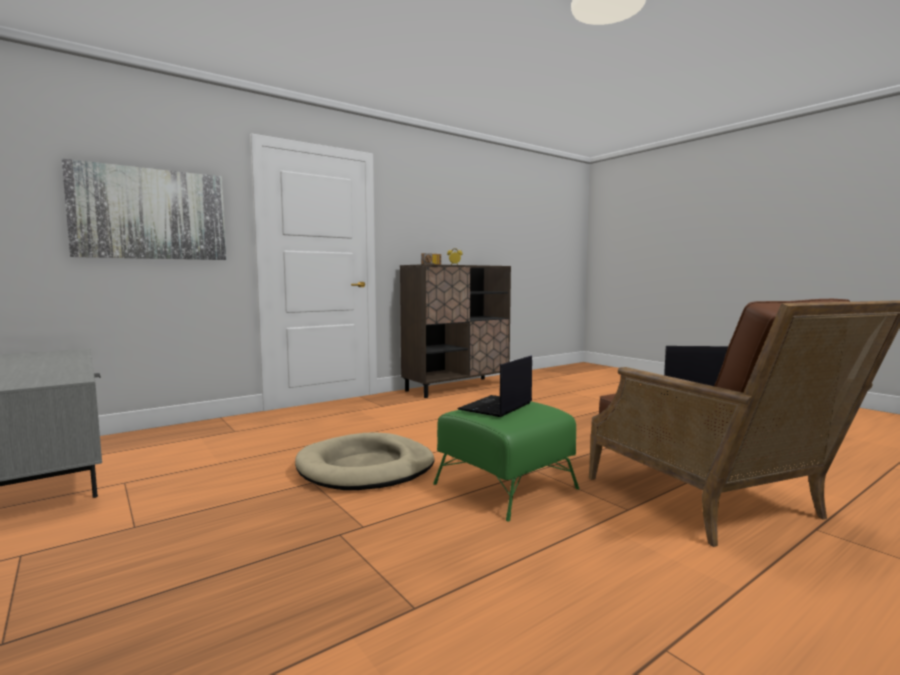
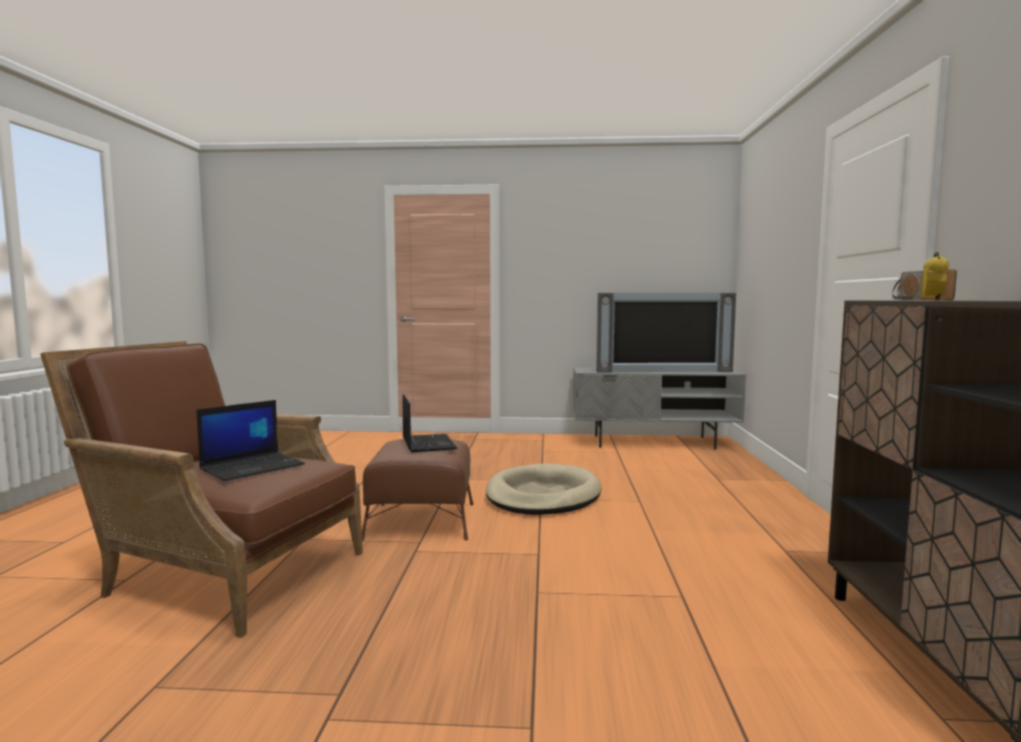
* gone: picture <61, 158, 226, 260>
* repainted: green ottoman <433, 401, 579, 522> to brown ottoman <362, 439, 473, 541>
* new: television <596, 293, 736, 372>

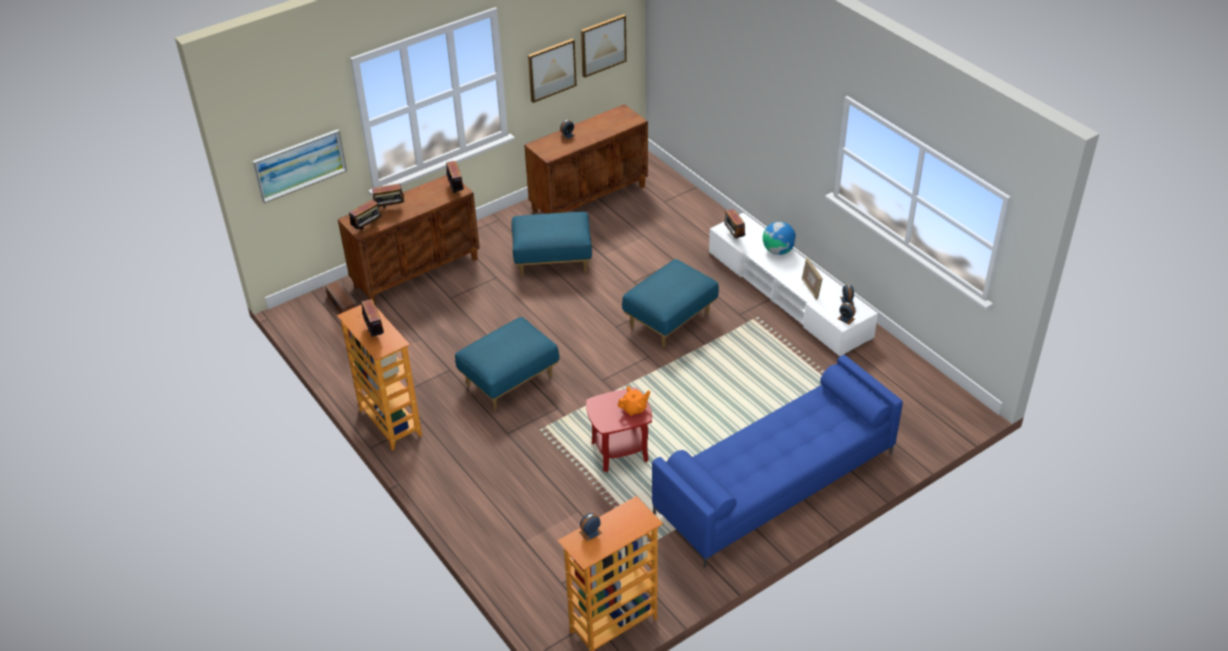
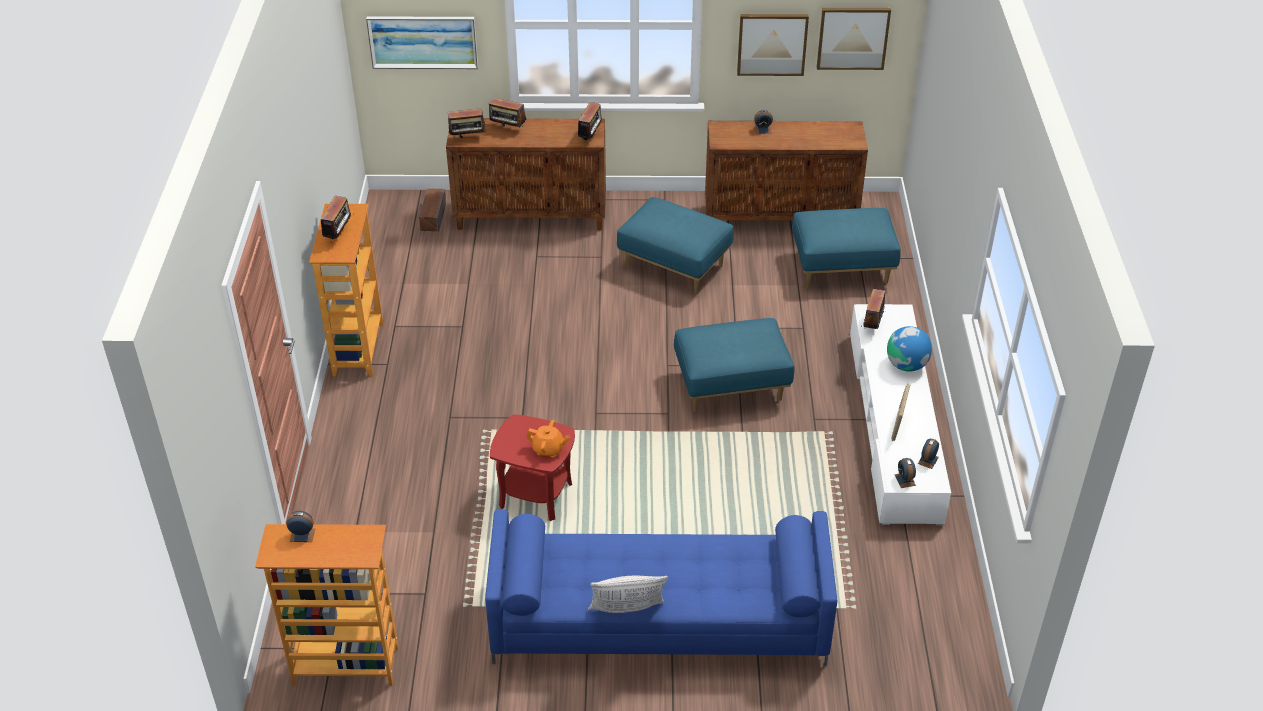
* shifted: blue ottoman <455, 317, 560, 410> to <792, 208, 901, 288>
* new: pillow <588, 576, 668, 613>

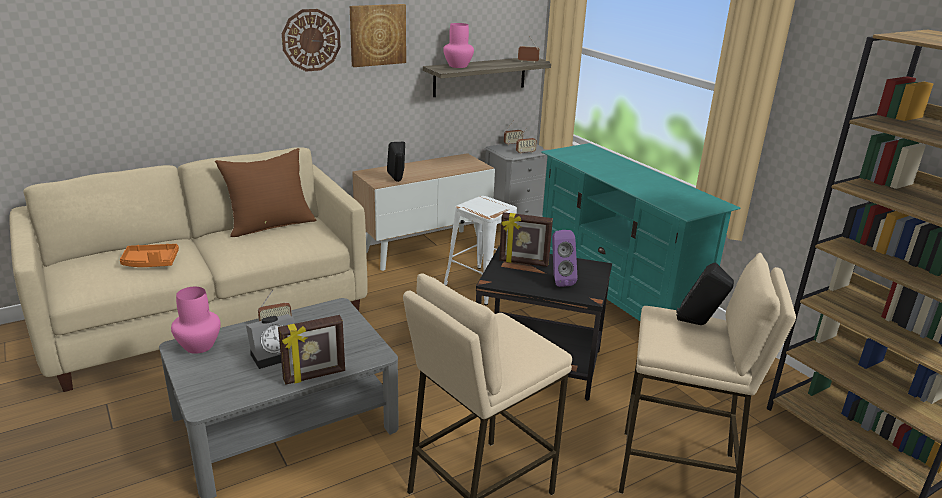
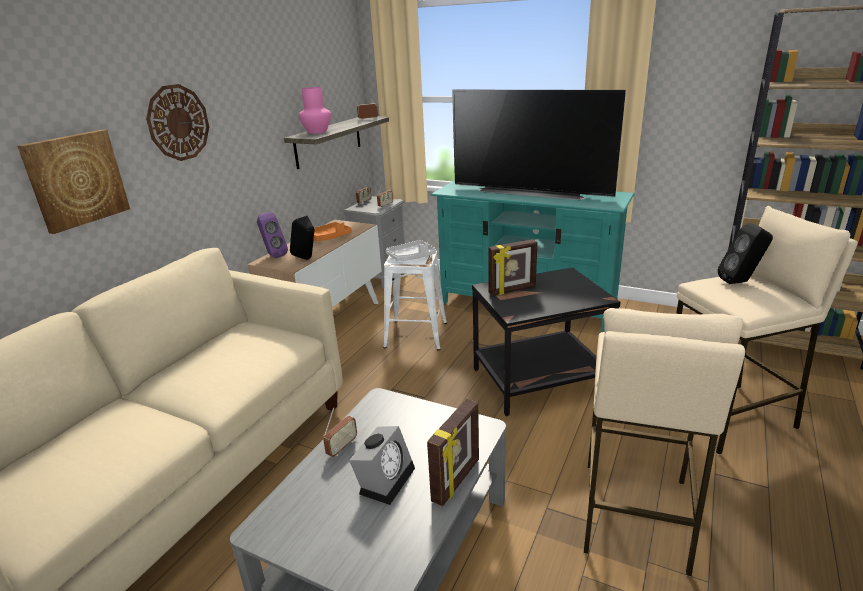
* shifted: orange tray <120, 244, 179, 267> to <314, 222, 352, 241>
* gone: pink vase <171, 287, 221, 354>
* gone: brown pillow <215, 148, 316, 237>
* shifted: picture <350, 4, 406, 67> to <17, 129, 130, 234>
* shifted: purple speaker <552, 230, 578, 287> to <257, 212, 288, 258>
* new: grey tray <386, 240, 436, 261>
* new: television <452, 90, 626, 200>

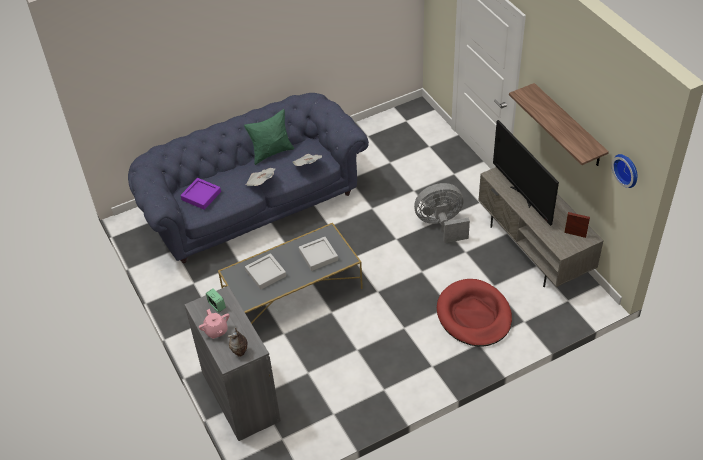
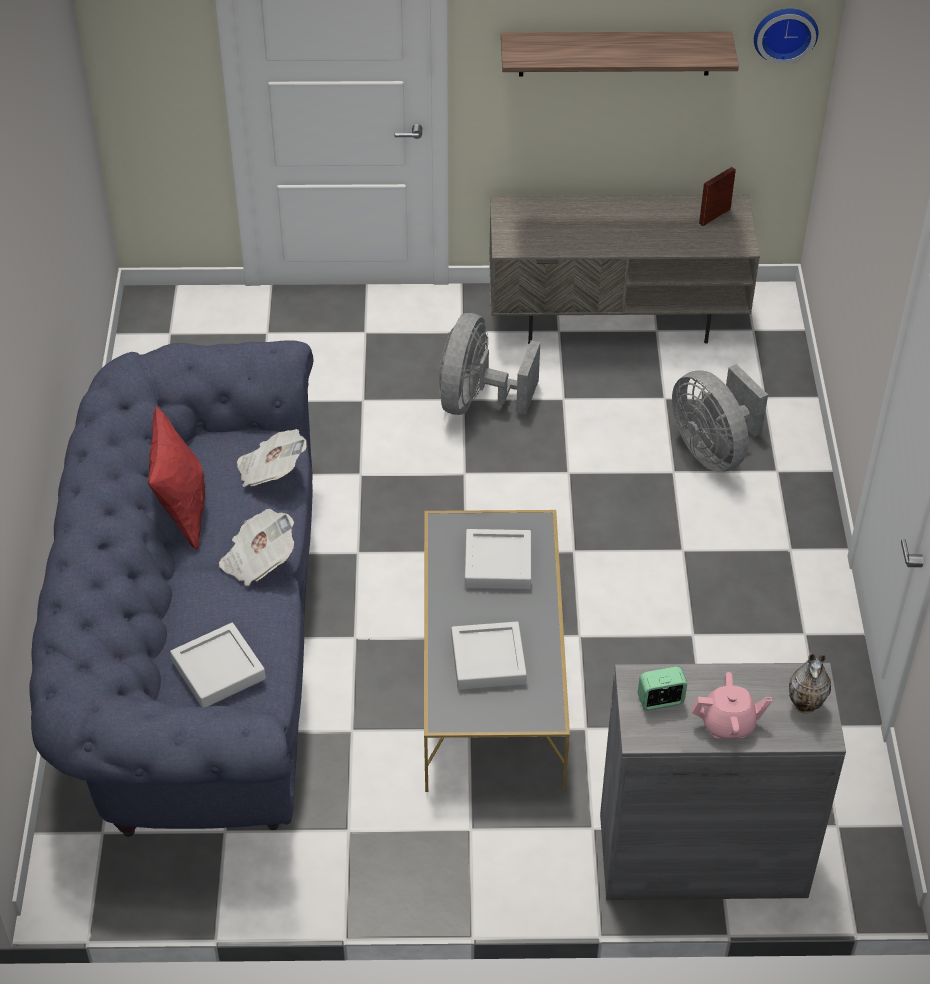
* repainted: purple tray <180, 178, 221, 210> to grey tray <170, 623, 266, 707>
* repainted: green pillow <244, 109, 294, 165> to red pillow <148, 406, 205, 550>
* swapped: red dog bed <437, 279, 512, 347> to grey fan <672, 364, 768, 472>
* gone: television <493, 120, 559, 226>

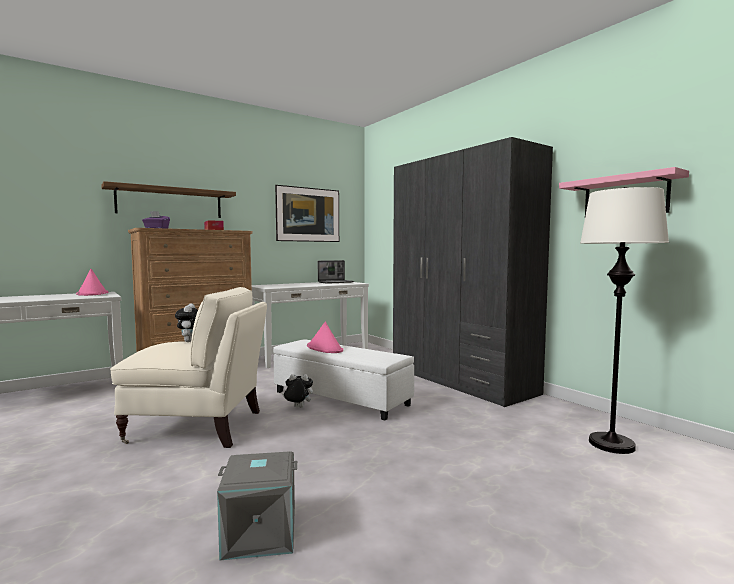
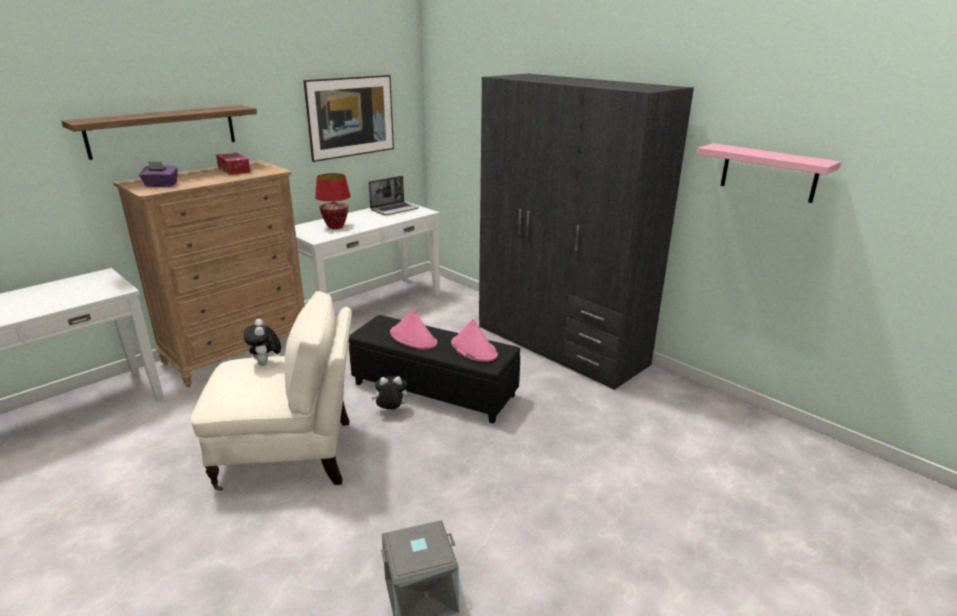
* shifted: pink hat <76, 269, 108, 296> to <451, 319, 498, 362>
* repainted: white ottoman <273, 339, 414, 420> to black ottoman <349, 315, 520, 424>
* gone: white floor lamp <580, 187, 669, 454>
* new: red table lamp <315, 173, 351, 229>

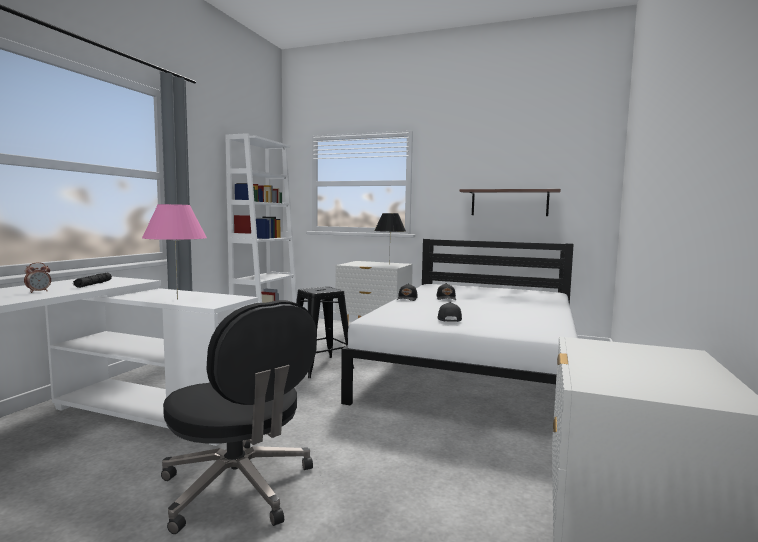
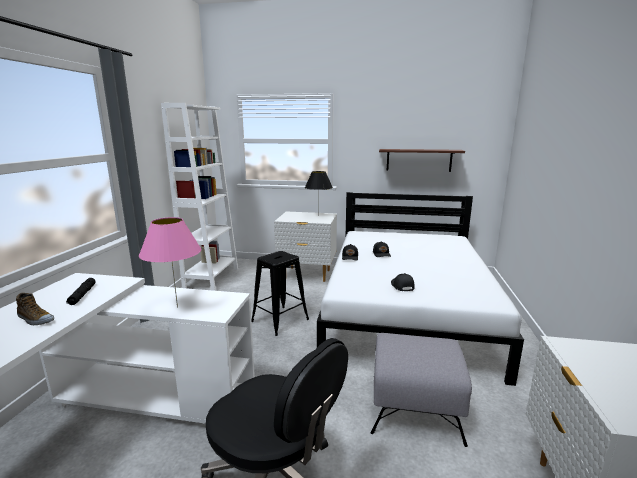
* swapped: alarm clock <24, 262, 51, 293> to shoe <16, 293, 54, 325>
* new: grey ottoman <371, 333, 472, 447>

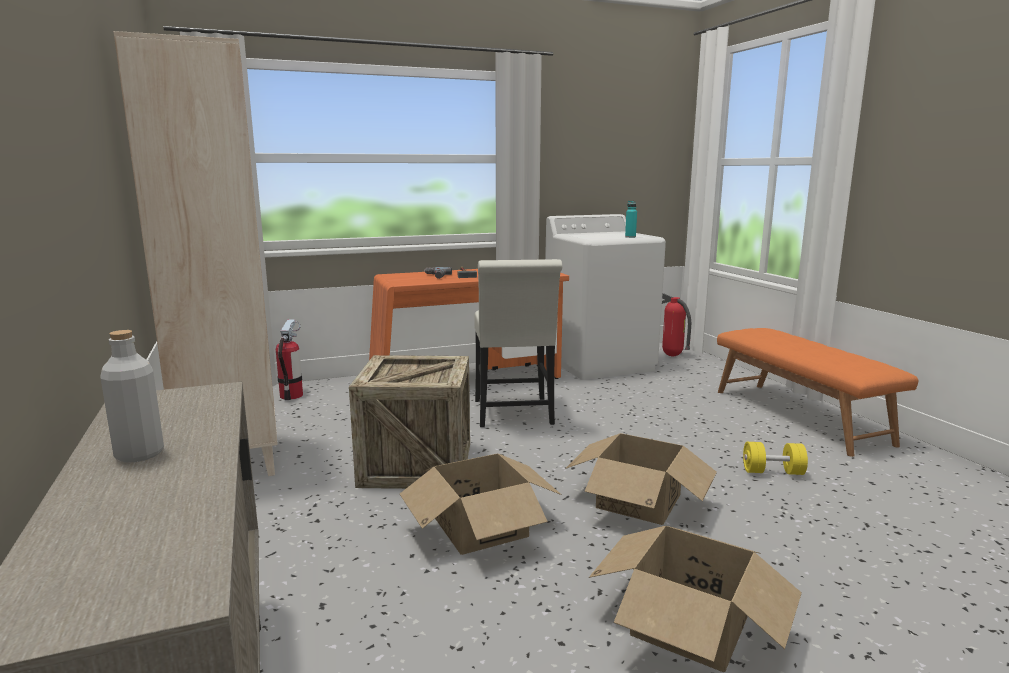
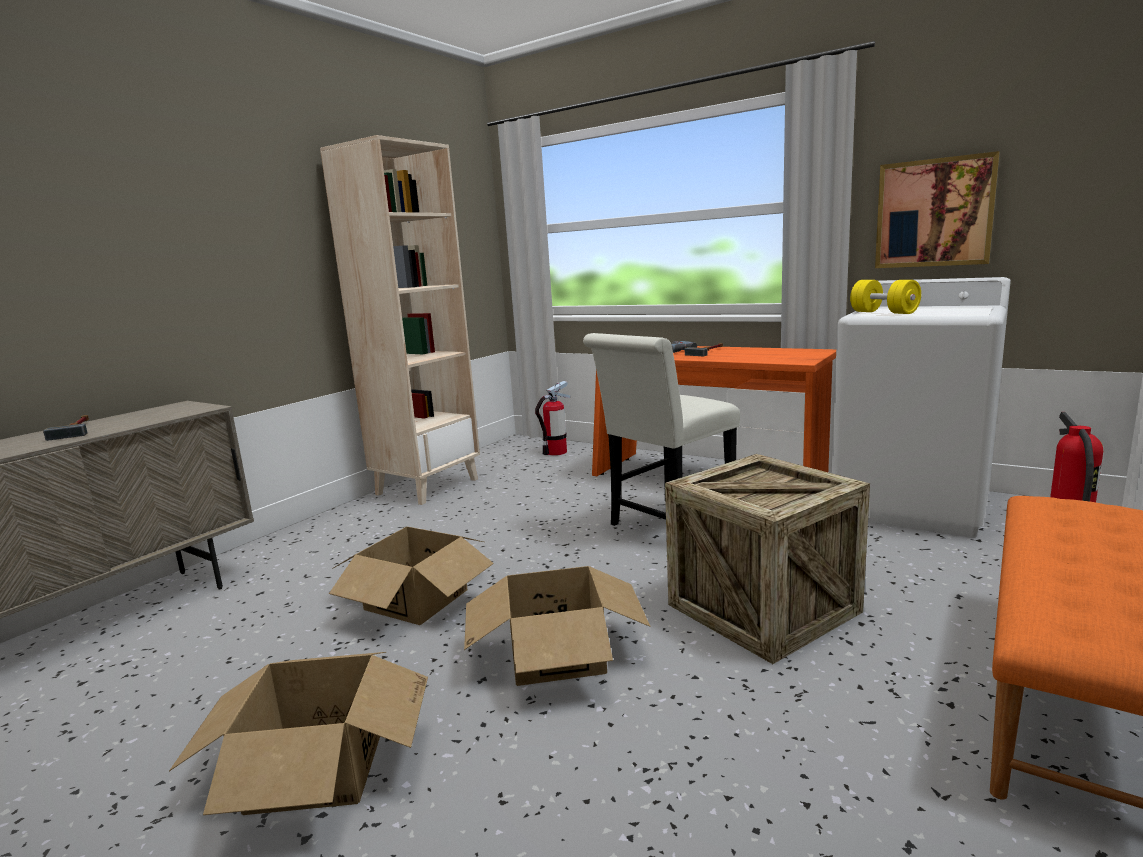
* swapped: grey bottle <101, 330, 164, 462> to hammer <43, 415, 89, 441>
* shifted: crate <349, 355, 470, 489> to <665, 454, 870, 664>
* gone: turquoise bottle <625, 201, 637, 238>
* shifted: yellow dumbbell <743, 442, 808, 475> to <850, 280, 921, 314>
* new: picture <875, 151, 1000, 268>

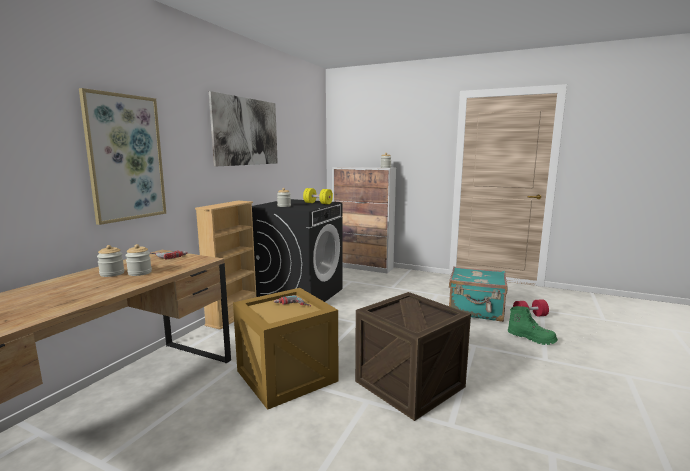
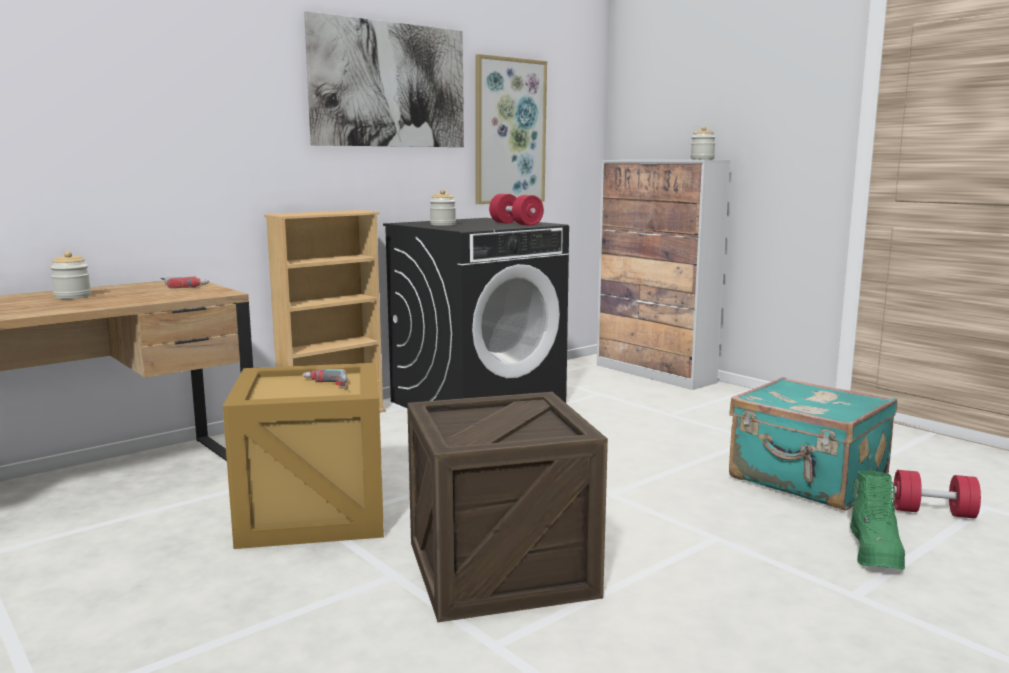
* shifted: picture <79, 88, 166, 225> to <476, 54, 547, 204>
* gone: jar <125, 244, 152, 276>
* repainted: yellow dumbbell <303, 188, 333, 204> to red dumbbell <489, 194, 544, 226>
* rotated: green boot <508, 306, 558, 345> = <850, 471, 905, 570> 45 degrees clockwise

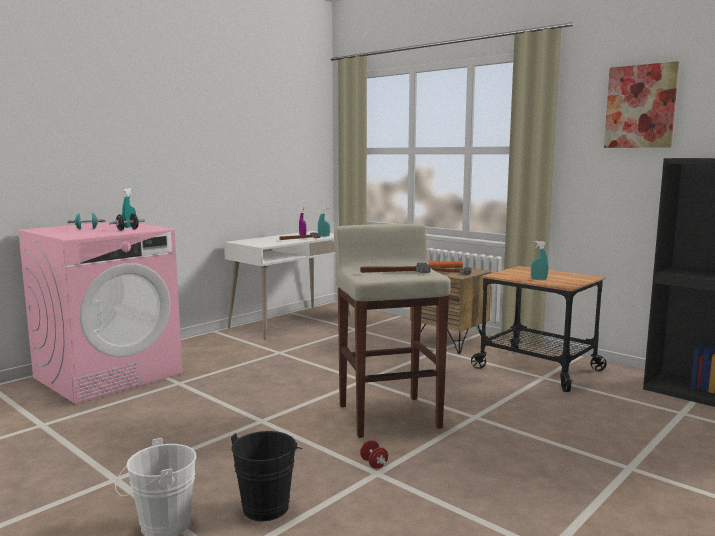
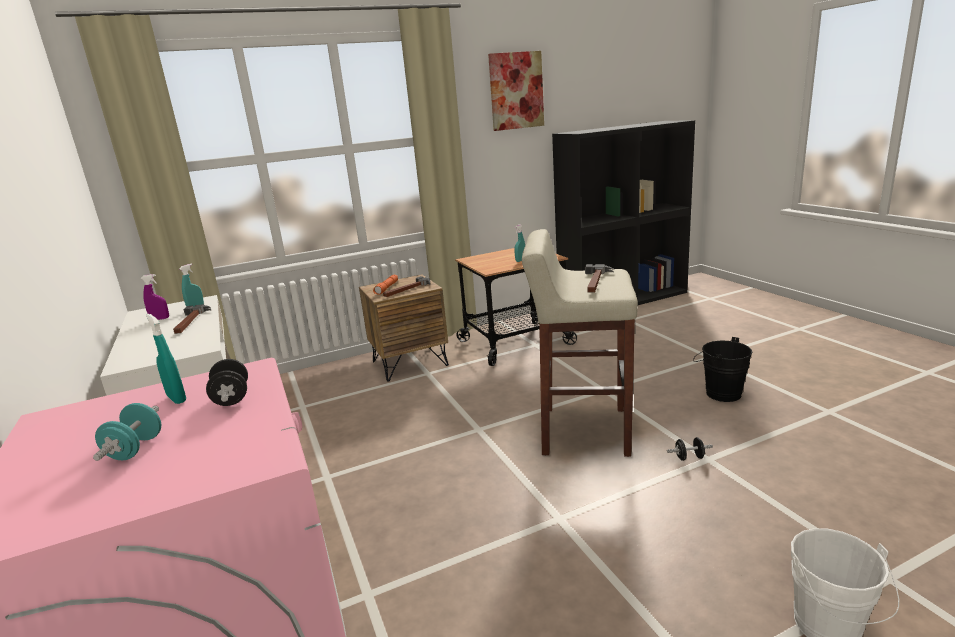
* shifted: black bucket <231, 431, 303, 521> to <693, 337, 752, 402>
* repainted: red dumbbell <360, 440, 388, 469> to black dumbbell <667, 437, 713, 461>

